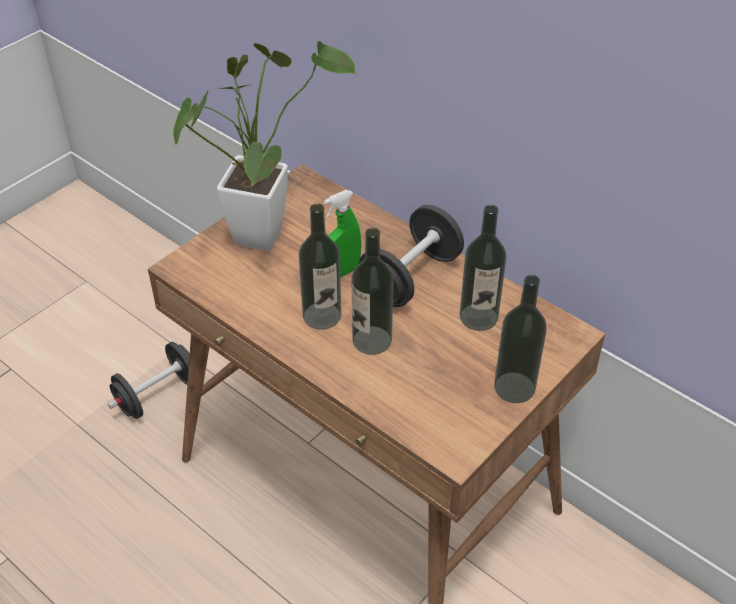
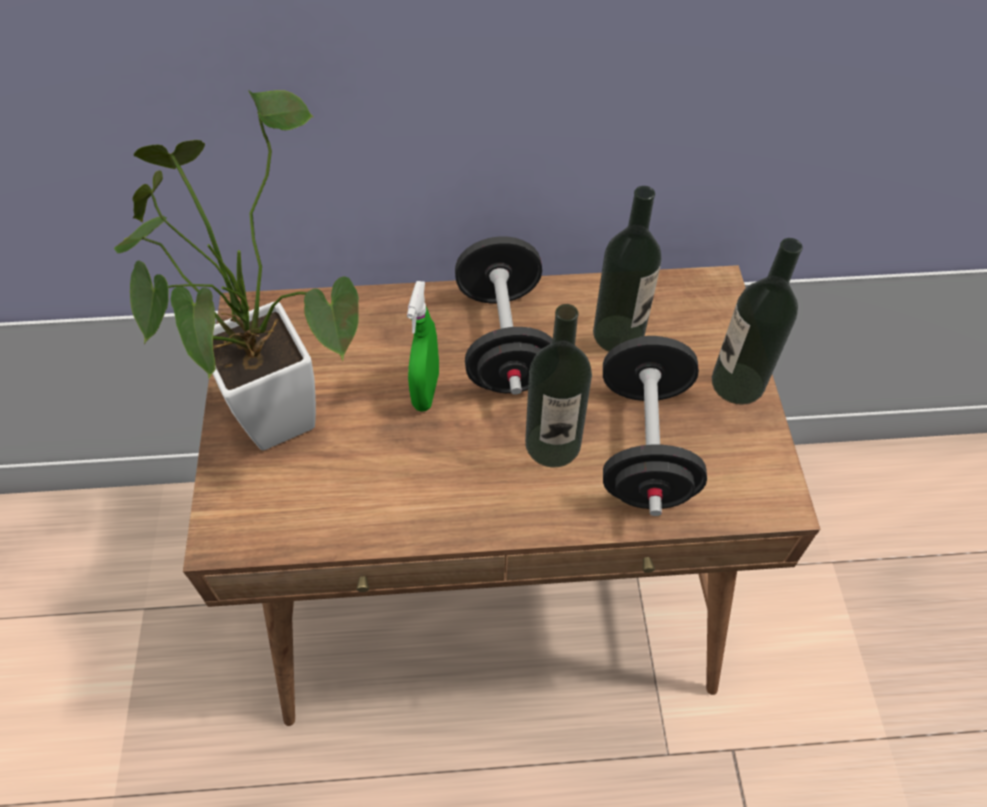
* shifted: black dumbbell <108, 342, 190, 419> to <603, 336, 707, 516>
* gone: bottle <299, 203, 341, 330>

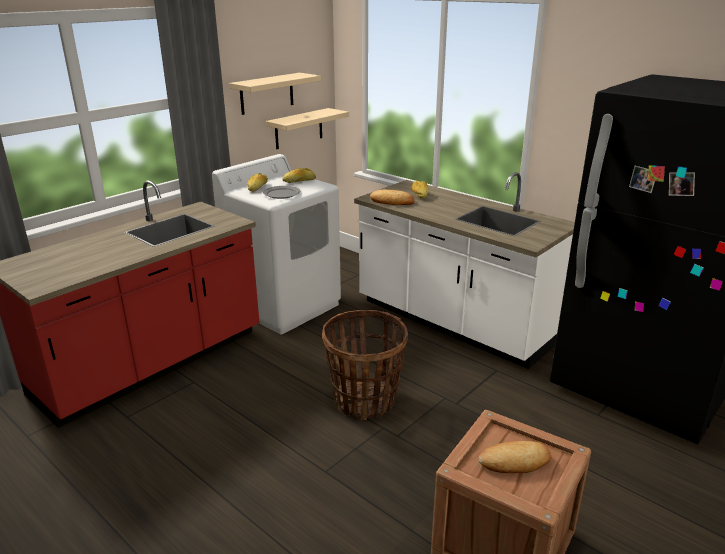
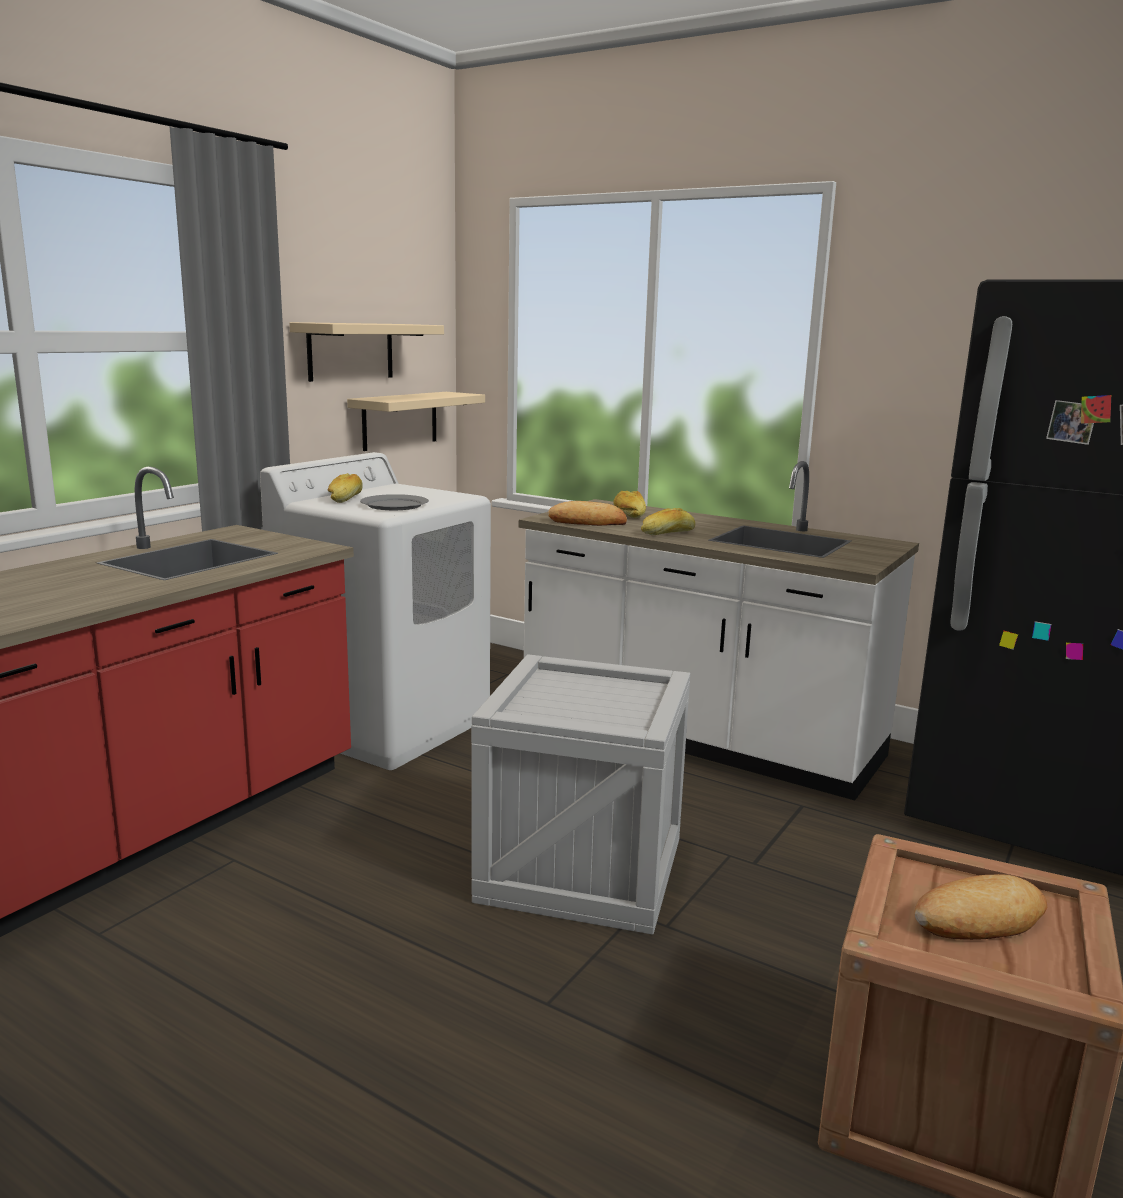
* shifted: bread <282, 168, 316, 183> to <641, 508, 695, 535>
* swapped: basket <322, 310, 408, 420> to crate <471, 654, 690, 935>

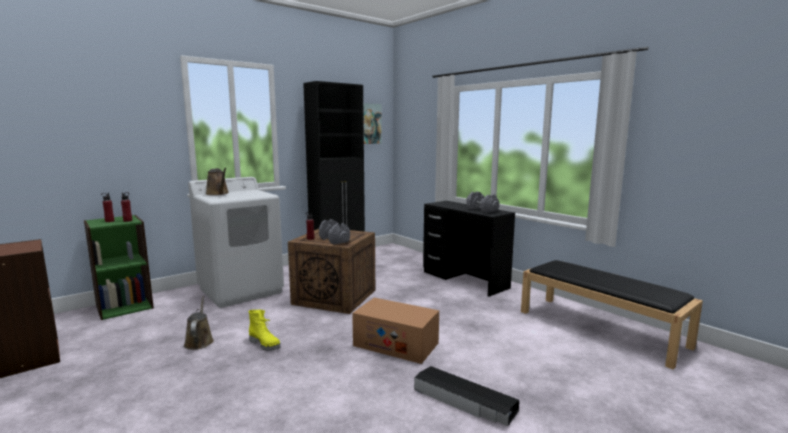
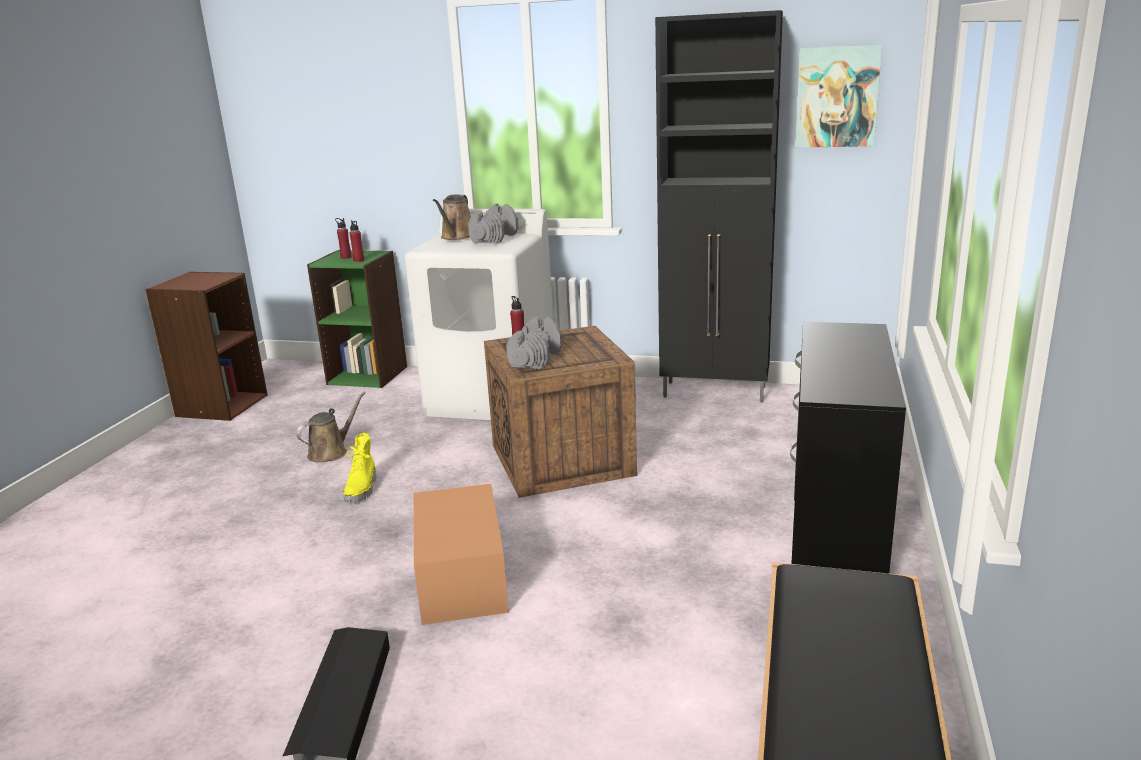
* shifted: grey dumbbell <466, 191, 500, 213> to <468, 204, 518, 244>

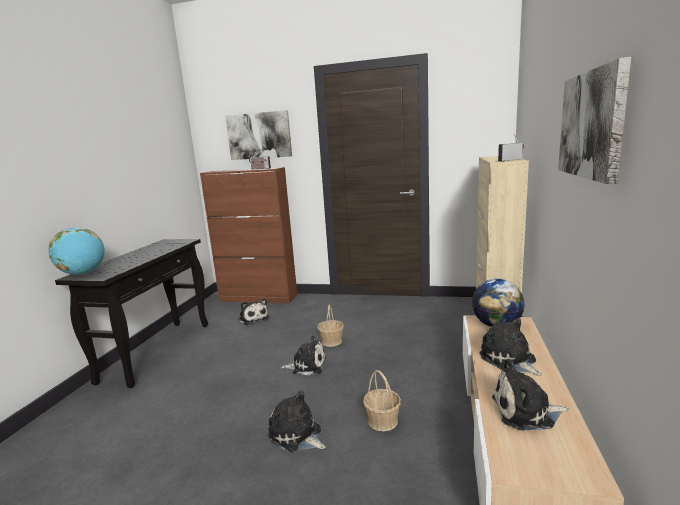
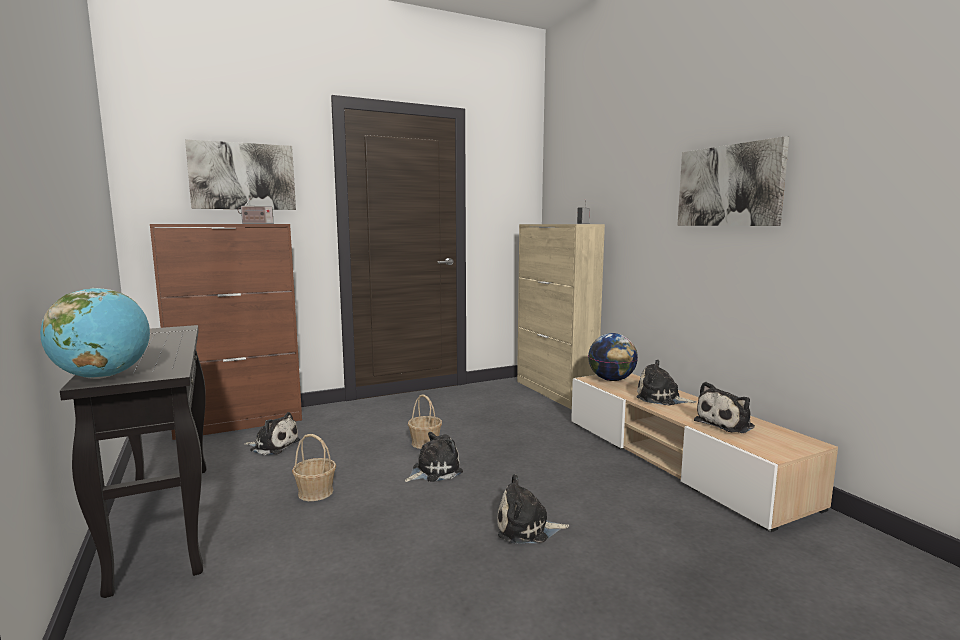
* shifted: basket <363, 370, 401, 431> to <292, 434, 336, 501>

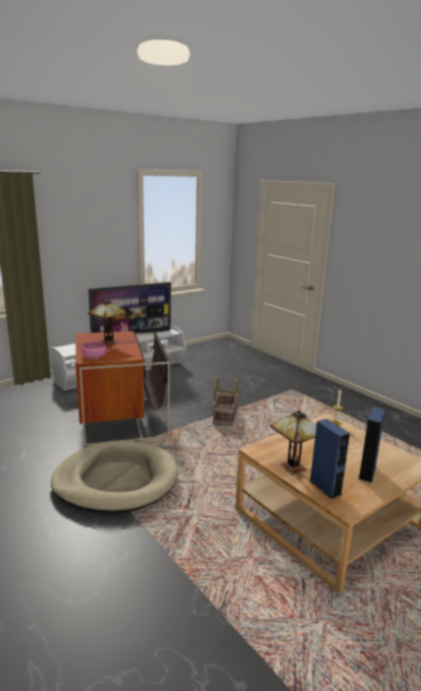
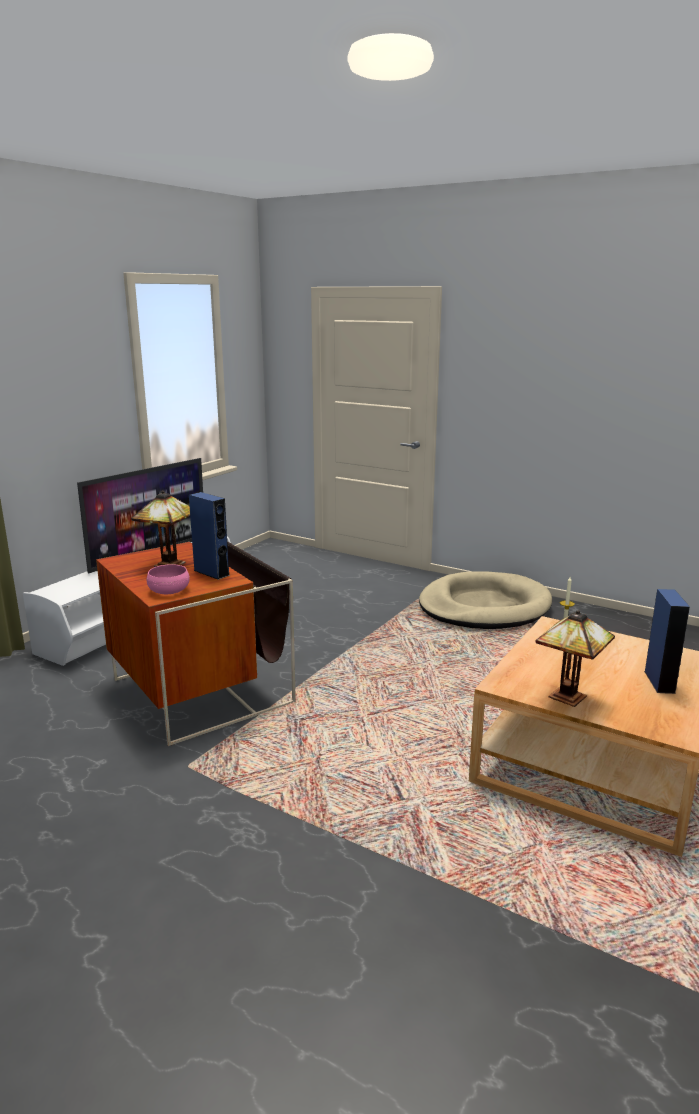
* shifted: beige dog bed <51, 440, 178, 514> to <419, 571, 552, 629>
* gone: basket <213, 377, 238, 426>
* shifted: blue speaker <310, 419, 350, 499> to <189, 492, 230, 580>

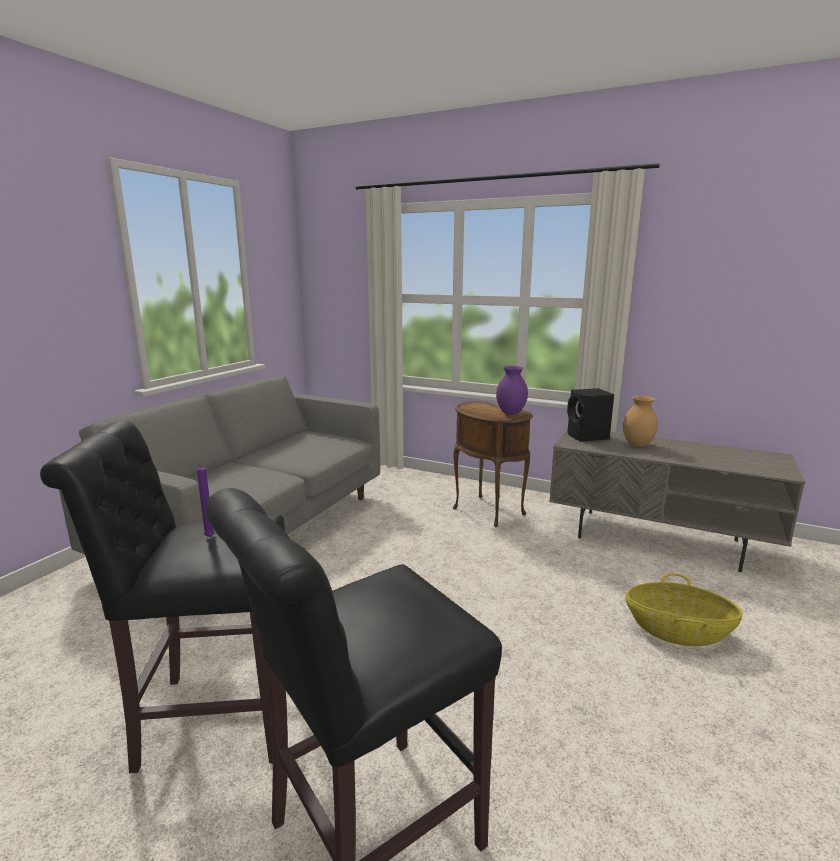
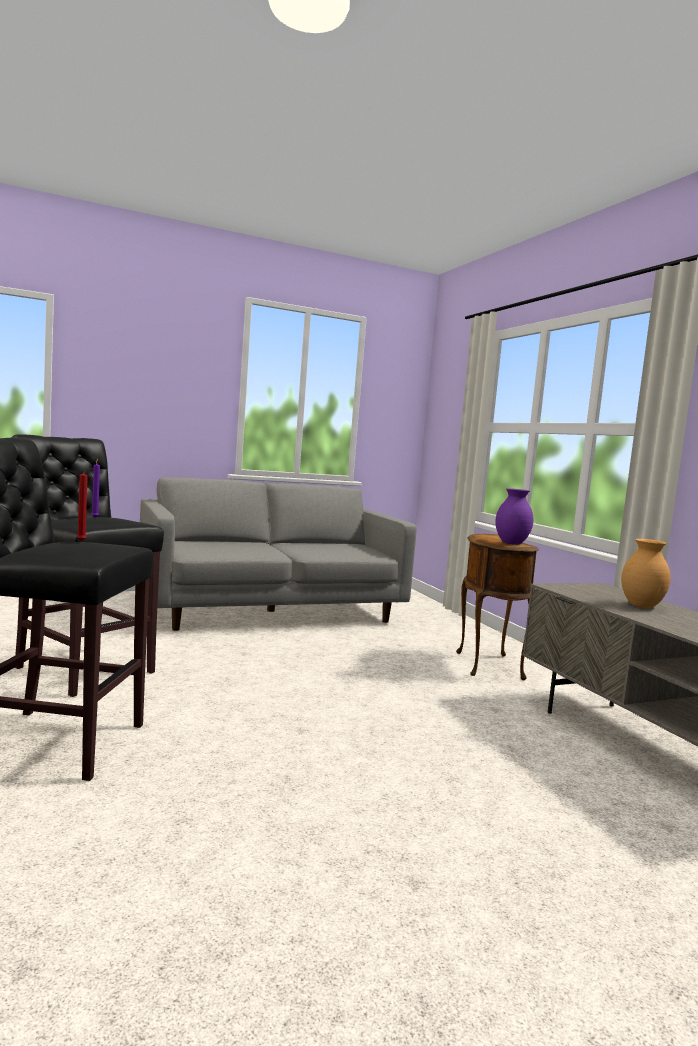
* gone: black speaker <567, 388, 614, 442>
* gone: basket <625, 573, 743, 647>
* new: red candle <77, 468, 92, 541>

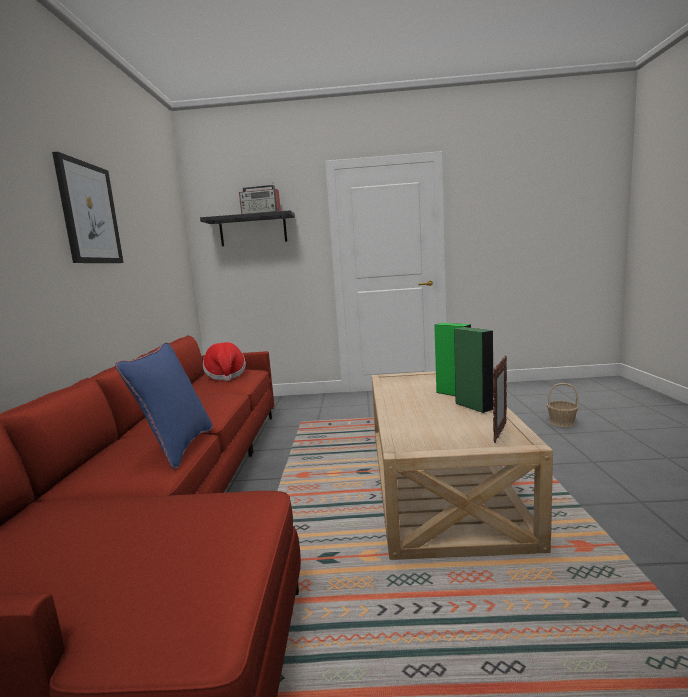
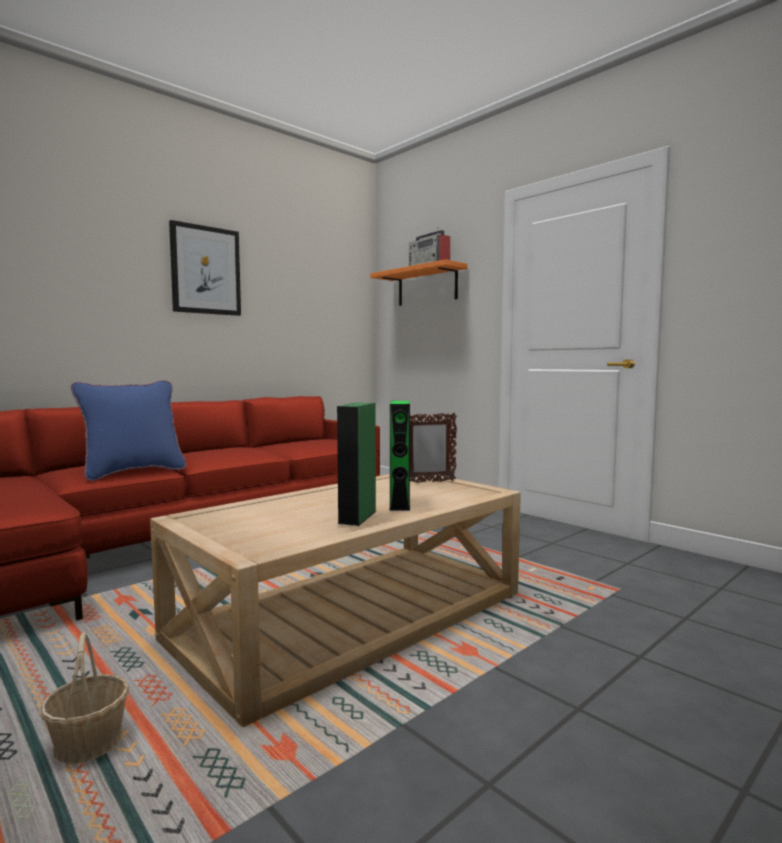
* repainted: black shelf <200, 210, 295, 246> to orange shelf <370, 259, 468, 306>
* gone: hat <203, 342, 246, 381>
* shifted: picture frame <493, 356, 507, 443> to <410, 413, 457, 483>
* shifted: basket <547, 383, 579, 427> to <41, 632, 129, 764>

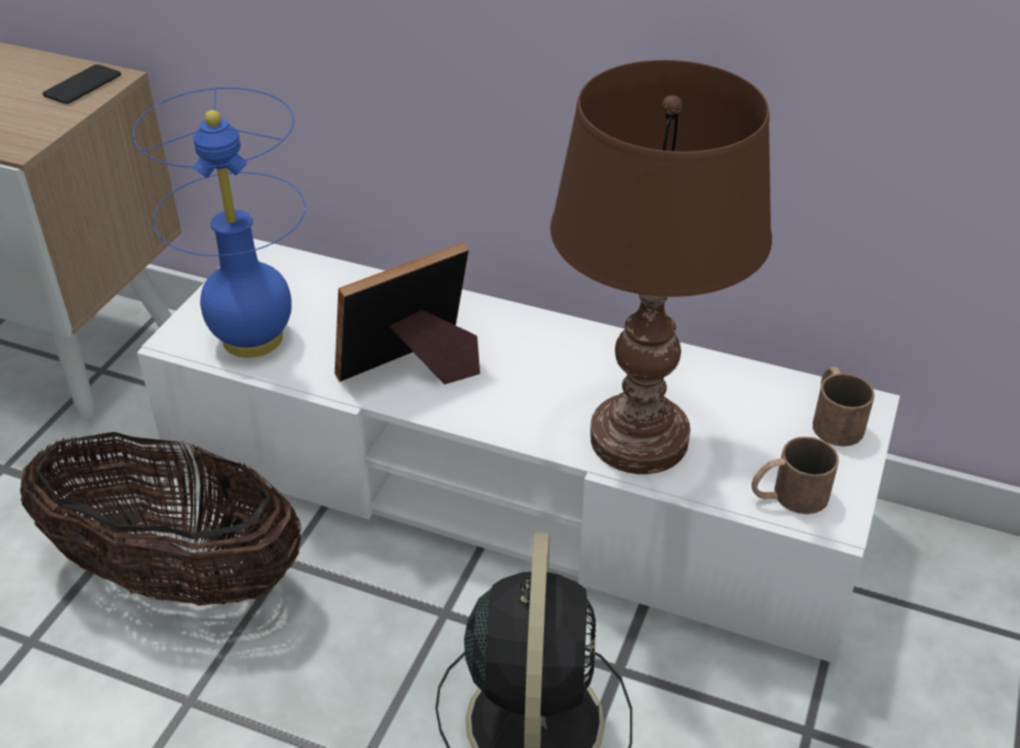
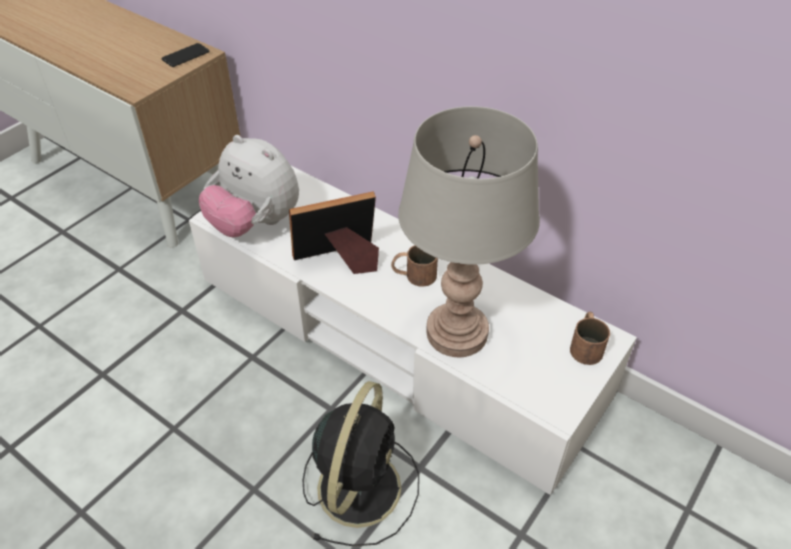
* gone: basket <20, 432, 302, 606>
* swapped: blue table lamp <133, 88, 305, 358> to plush toy <199, 135, 299, 237>
* repainted: brown table lamp <550, 60, 772, 474> to grey table lamp <398, 106, 540, 358>
* shifted: brown mug <752, 437, 839, 514> to <391, 245, 438, 287>

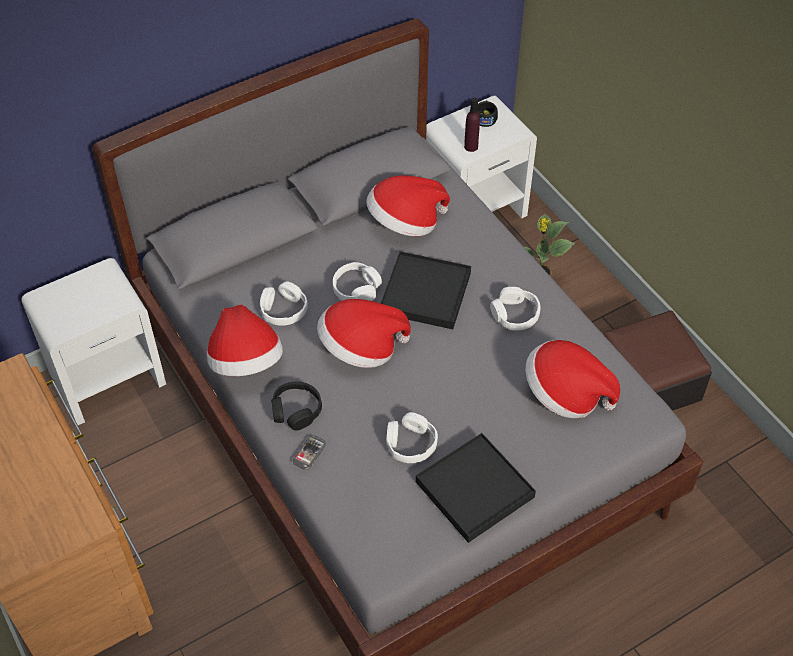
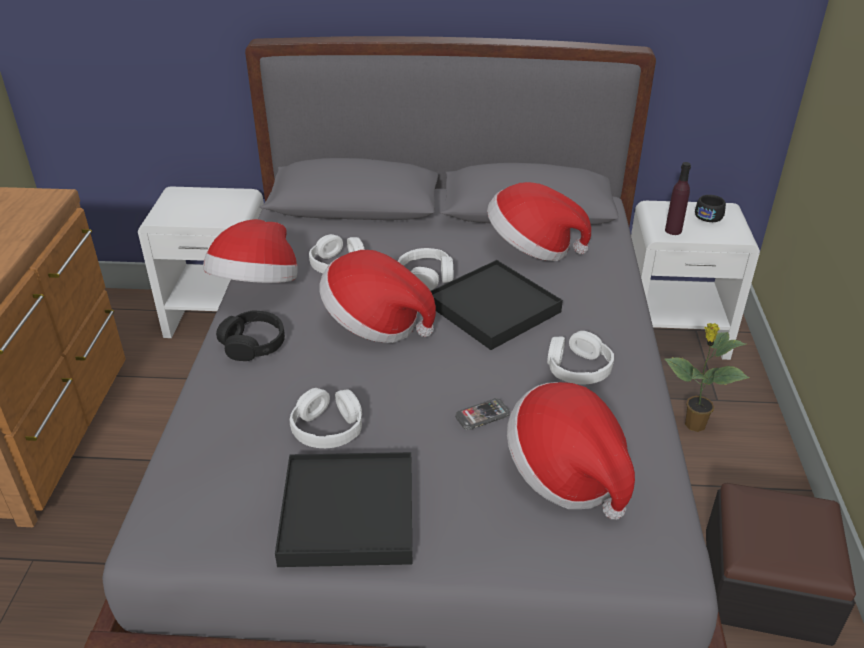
* shifted: phone <292, 435, 326, 470> to <455, 398, 510, 430>

